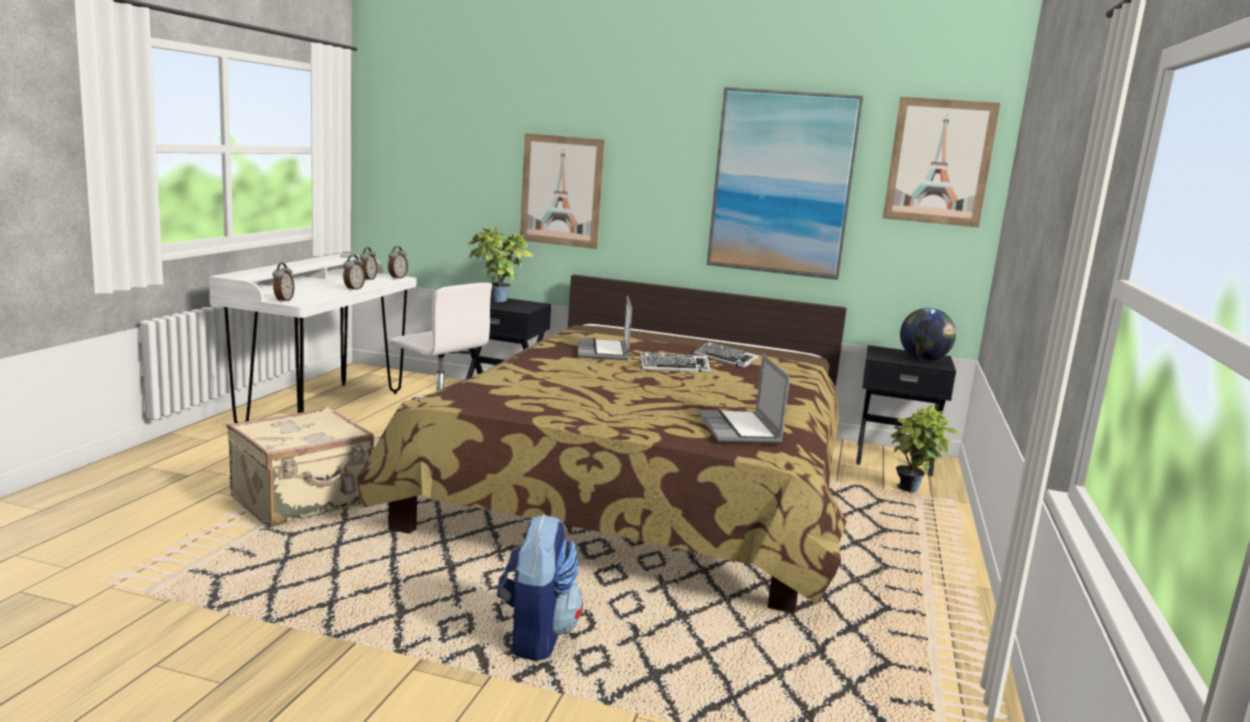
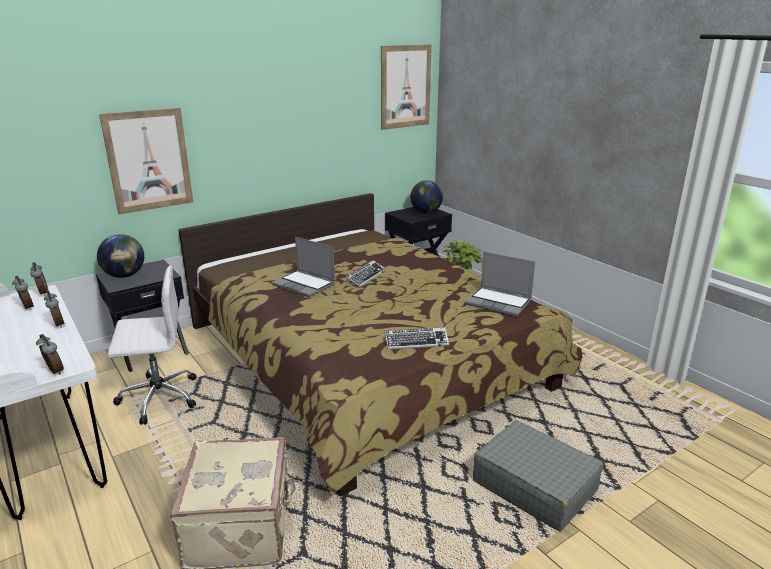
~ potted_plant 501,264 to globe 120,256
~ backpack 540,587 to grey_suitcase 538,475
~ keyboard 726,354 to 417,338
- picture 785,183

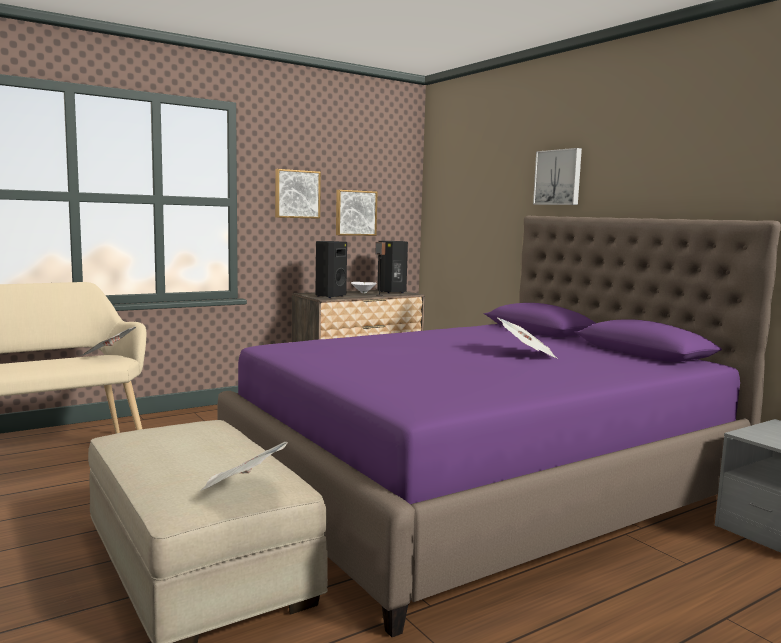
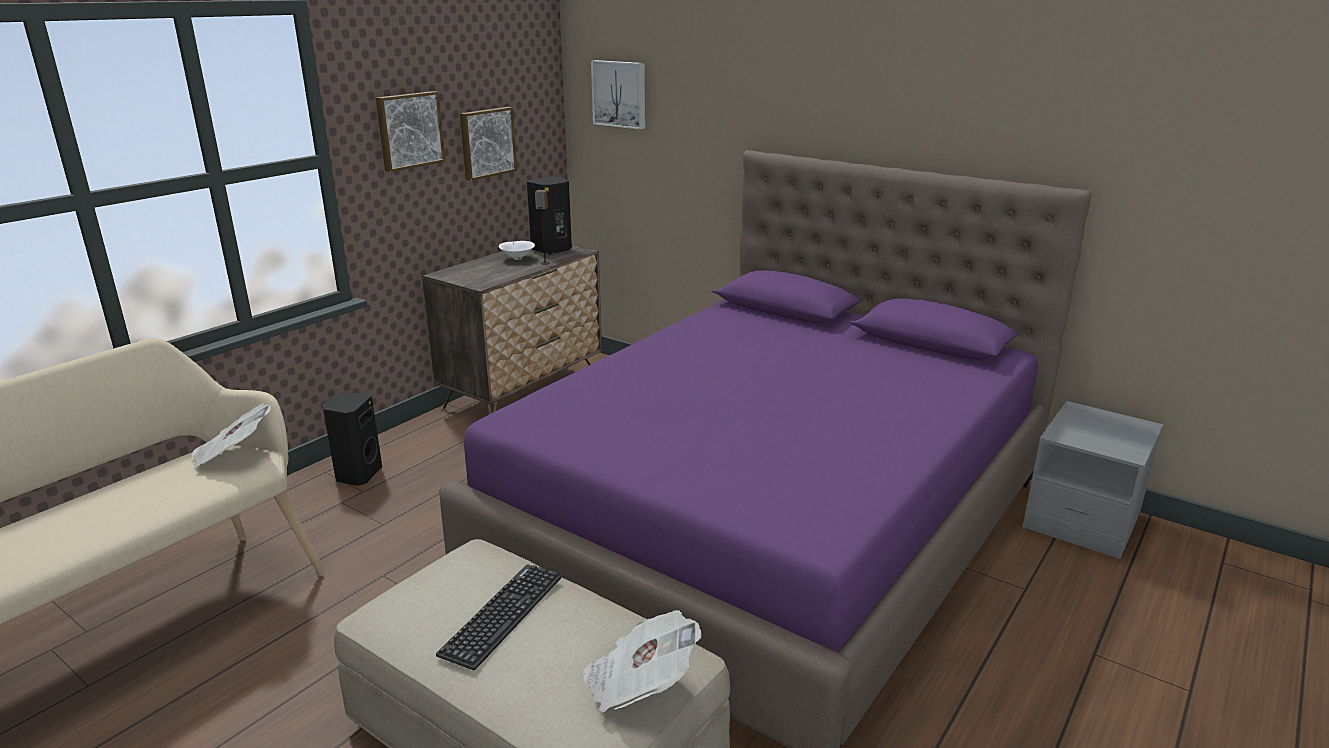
~ black_speaker 331,269 to 352,439
- newspaper 527,338
~ picture 557,176 to 618,95
+ keyboard 499,617

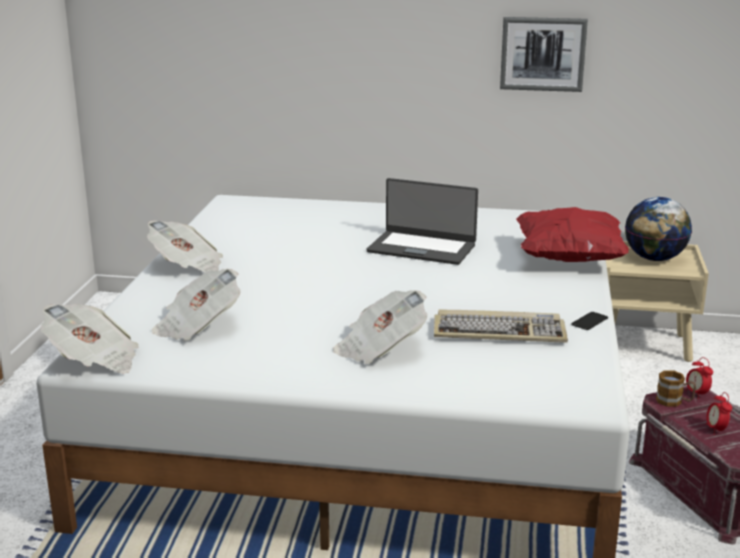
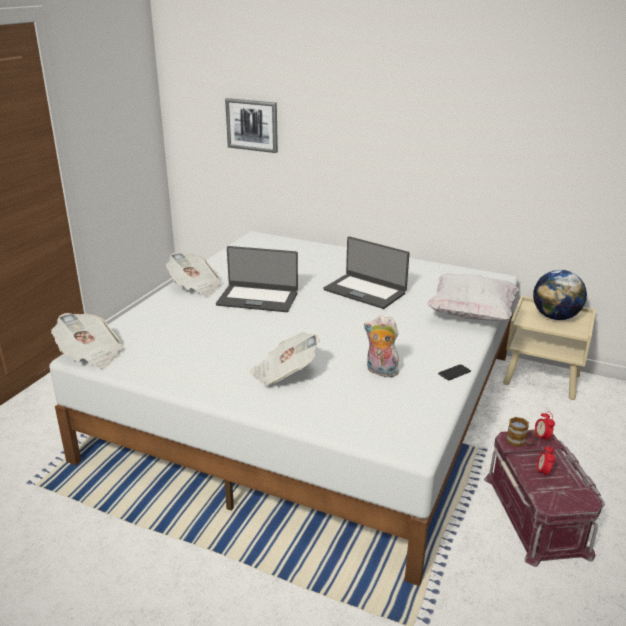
- newspaper 196,305
~ keyboard 501,326 to plush_toy 381,346
~ picture 544,54 to 251,125
~ red_pillow 572,234 to white_pillow 473,297
+ laptop 257,279

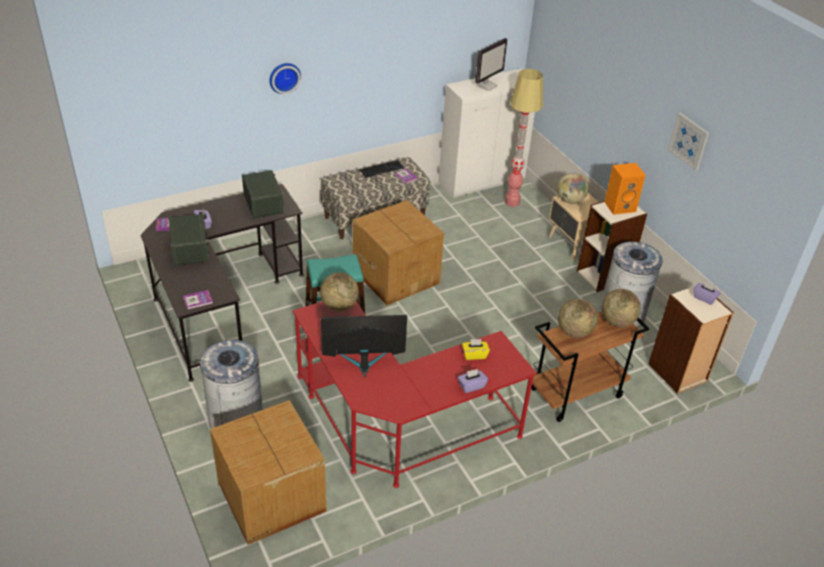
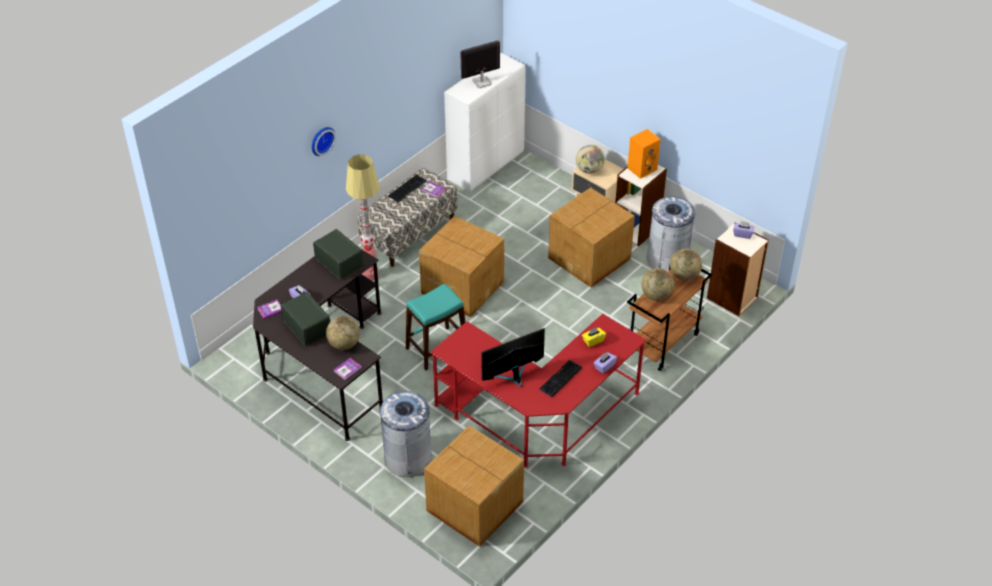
~ globe 339,291 to 343,333
~ monitor 491,64 = 480,64 135 degrees counterclockwise
~ floor_lamp 524,138 to 363,217
- picture 688,142
+ keyboard 561,378
+ cardboard_box 591,238

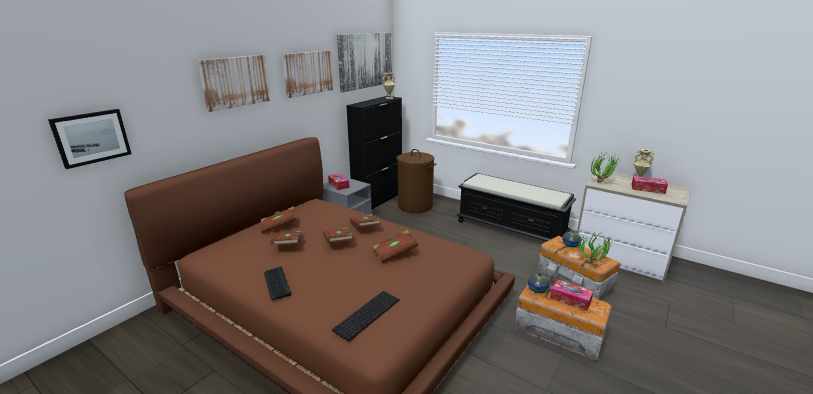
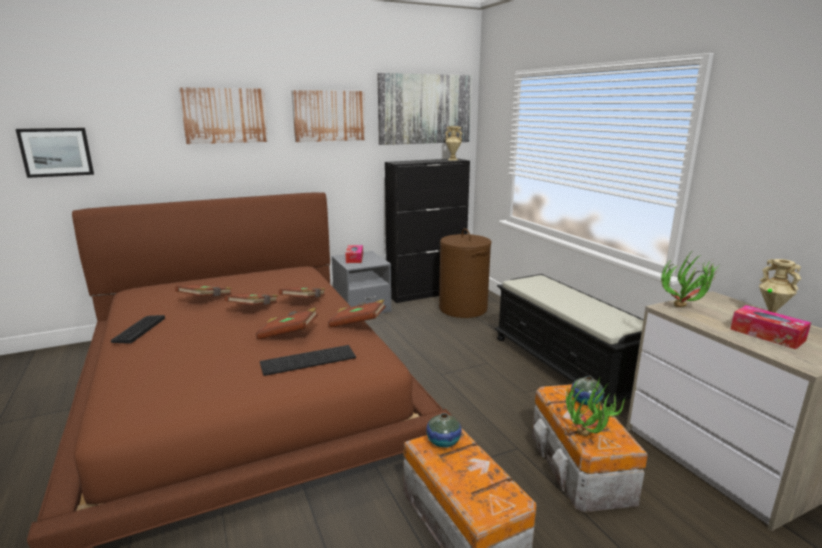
~ brown_book 278,220 to 357,313
~ keyboard 366,316 to 308,360
- tissue_box 571,295

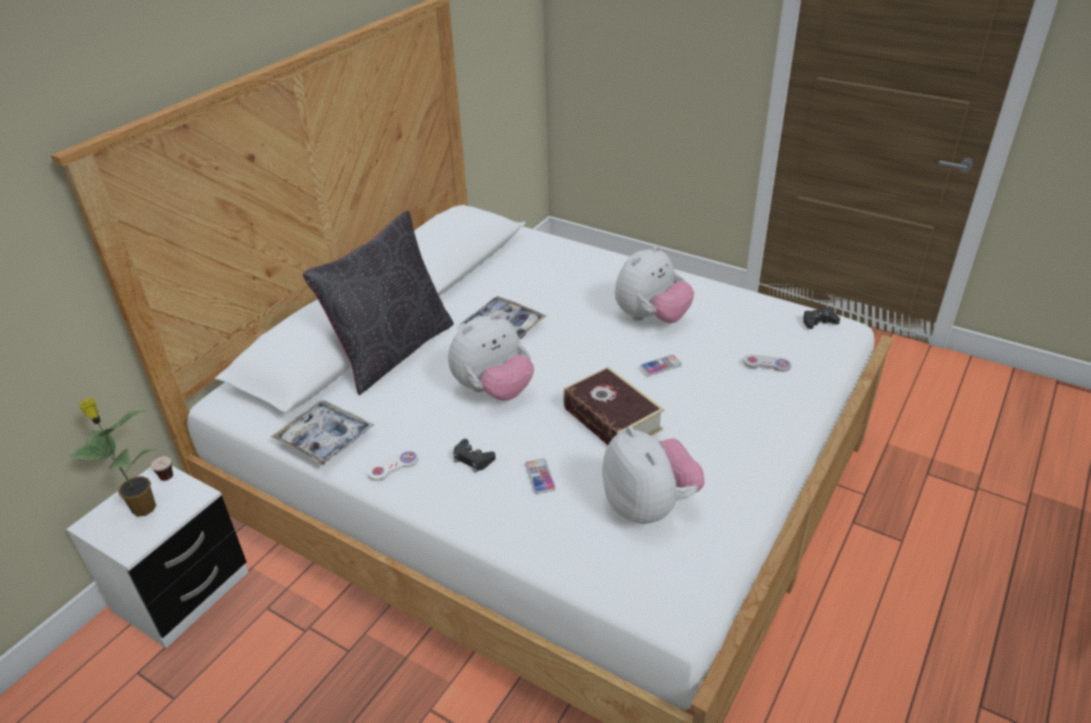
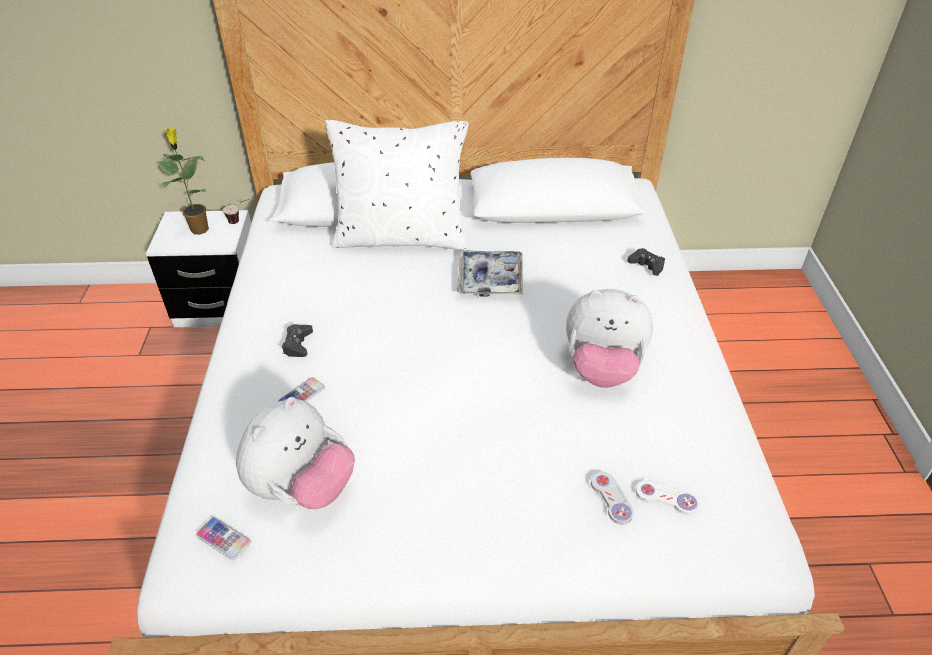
- tray 322,433
~ black_pillow 378,303 to white_pillow 397,185
~ white_game_controller 393,466 to 667,497
- plush_toy 491,356
- book 614,405
~ phone 661,365 to 223,538
~ black_game_controller 821,318 to 646,262

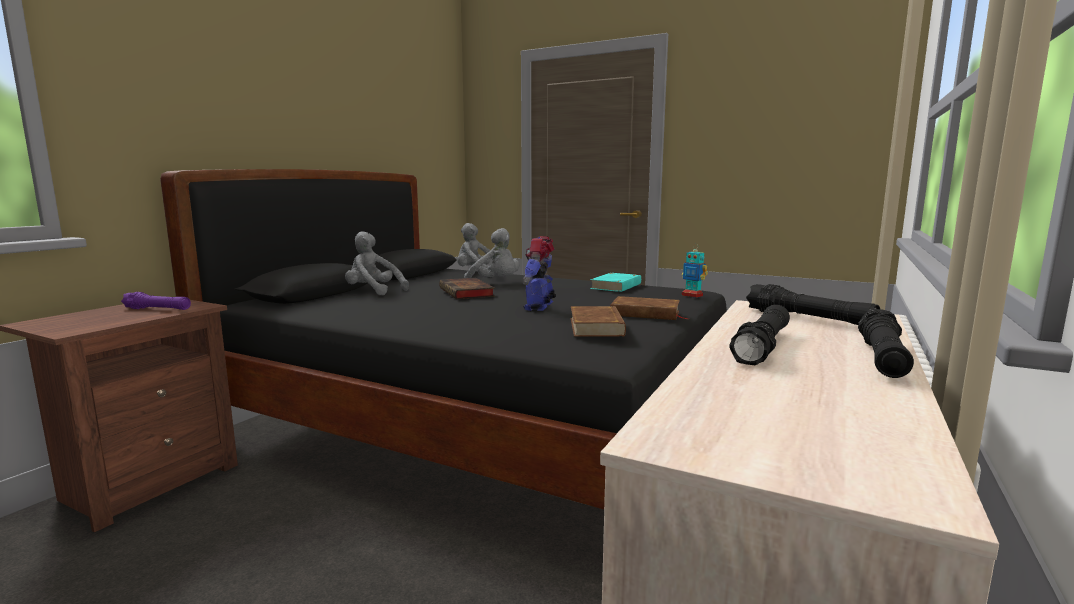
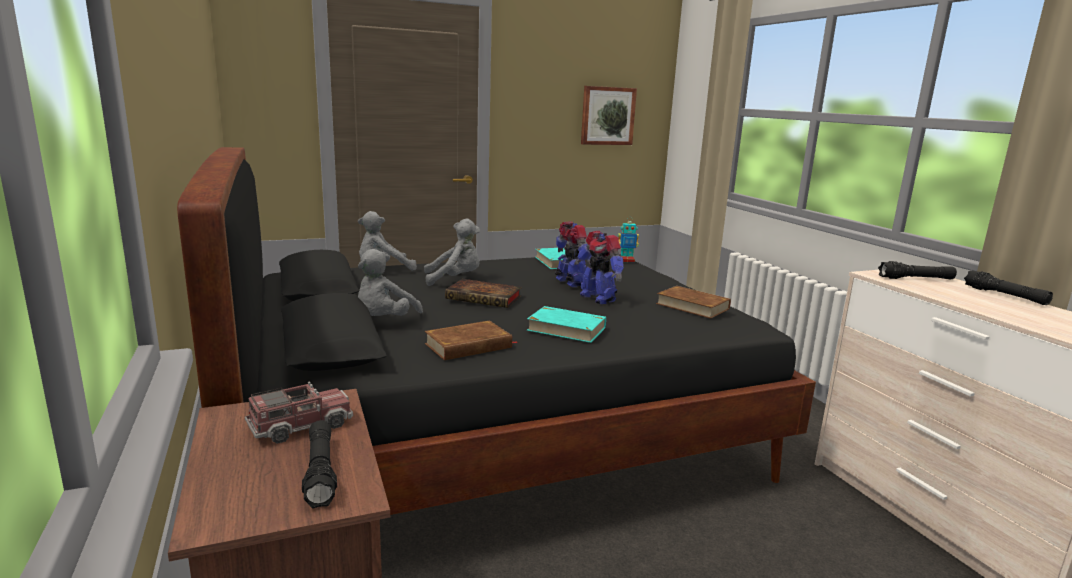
~ purple_flashlight 156,301 to toy_truck 299,413
~ grey_plush_toy 377,263 = 390,282 45 degrees counterclockwise
~ brown_book 649,308 to 471,340
~ black_flashlight 759,335 to 319,464
+ turquoise_book 566,324
+ toy_robot 573,254
+ picture 609,115

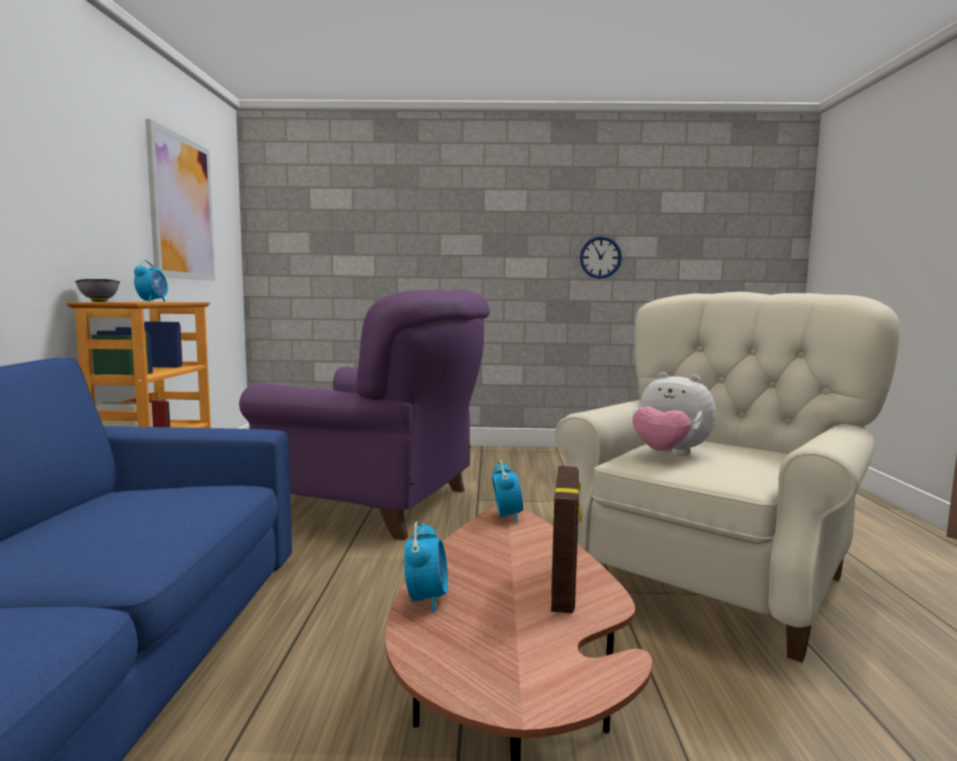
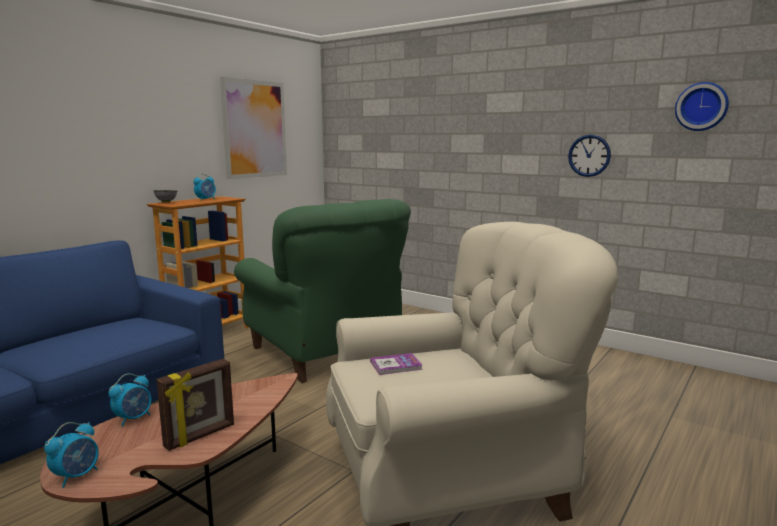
~ purple_armchair 364,414 to green_armchair 322,291
~ alarm_clock 507,491 to 71,455
~ plush_toy 674,413 to book 396,364
+ wall_clock 702,106

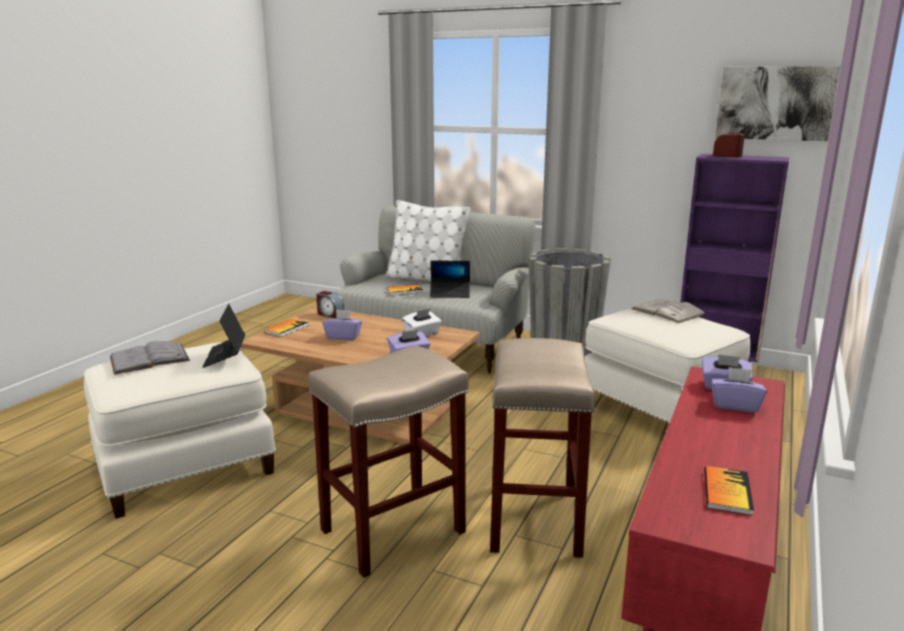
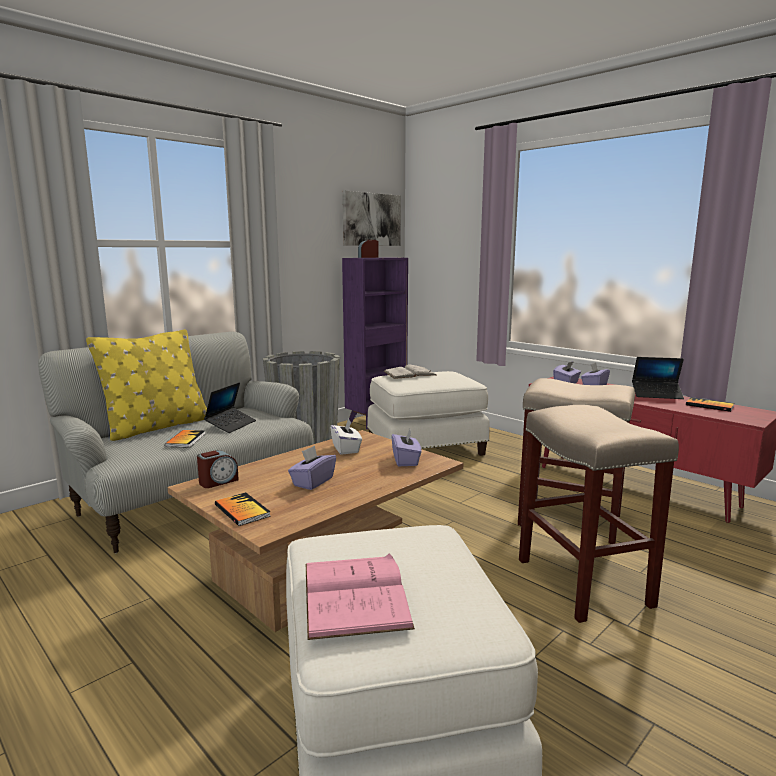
~ grey_book 150,358 to pink_book 360,596
~ laptop 224,336 to 658,378
~ white_pillow 427,240 to yellow_pillow 146,385

